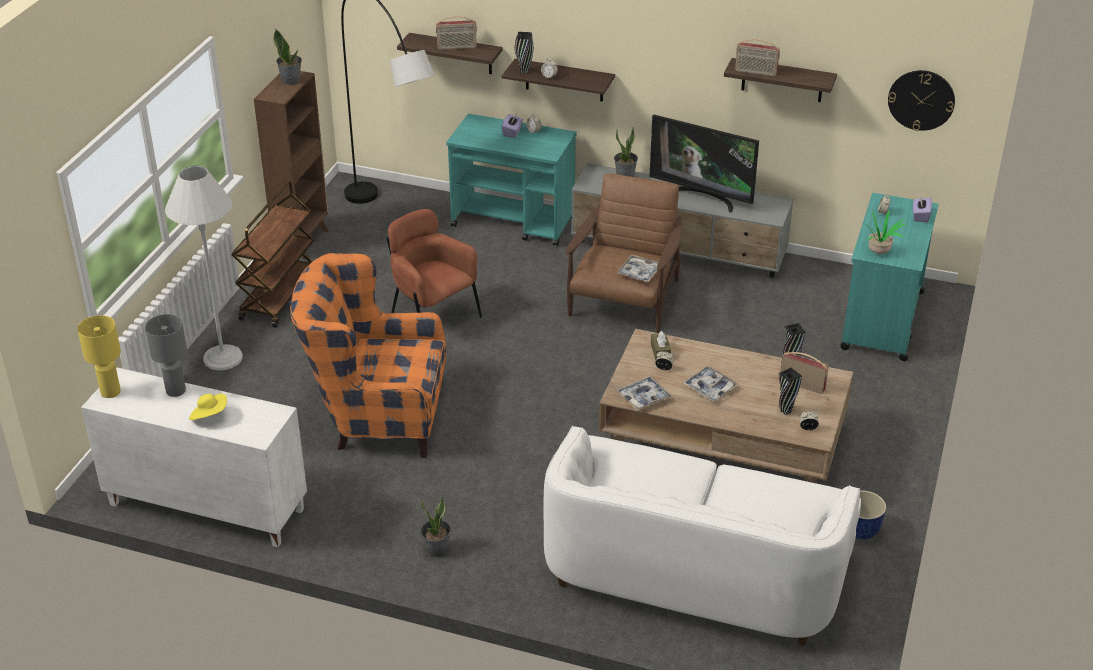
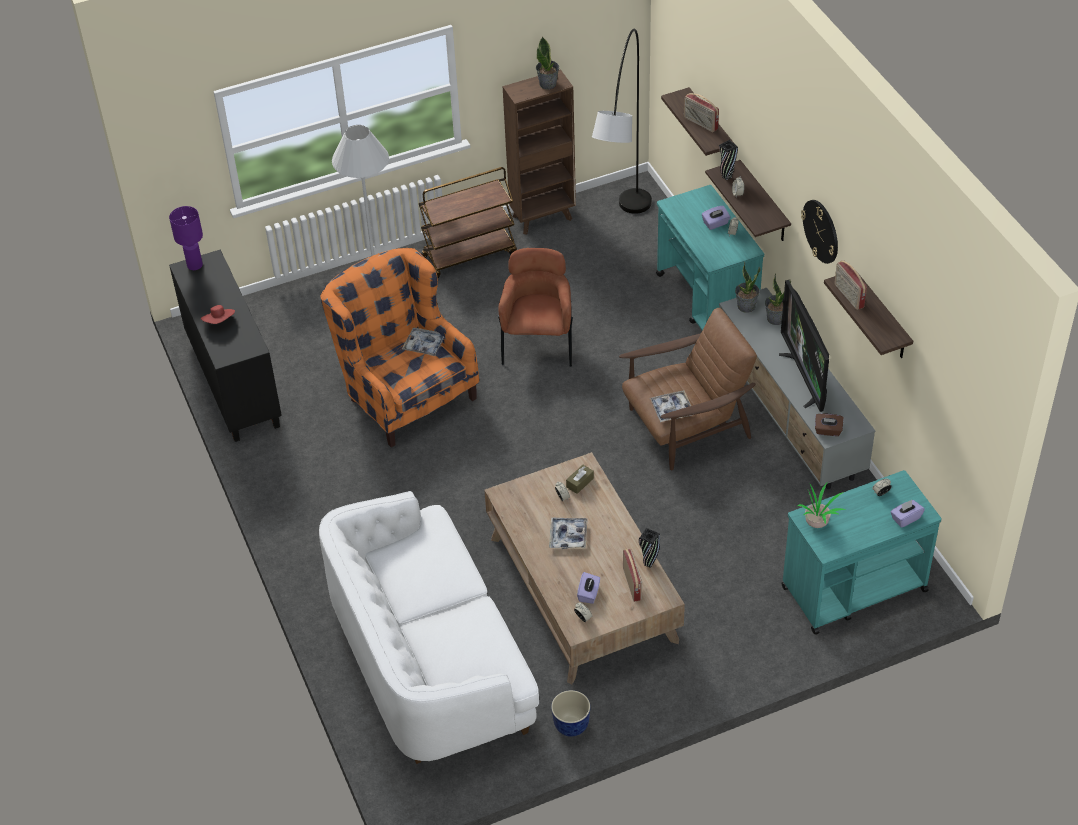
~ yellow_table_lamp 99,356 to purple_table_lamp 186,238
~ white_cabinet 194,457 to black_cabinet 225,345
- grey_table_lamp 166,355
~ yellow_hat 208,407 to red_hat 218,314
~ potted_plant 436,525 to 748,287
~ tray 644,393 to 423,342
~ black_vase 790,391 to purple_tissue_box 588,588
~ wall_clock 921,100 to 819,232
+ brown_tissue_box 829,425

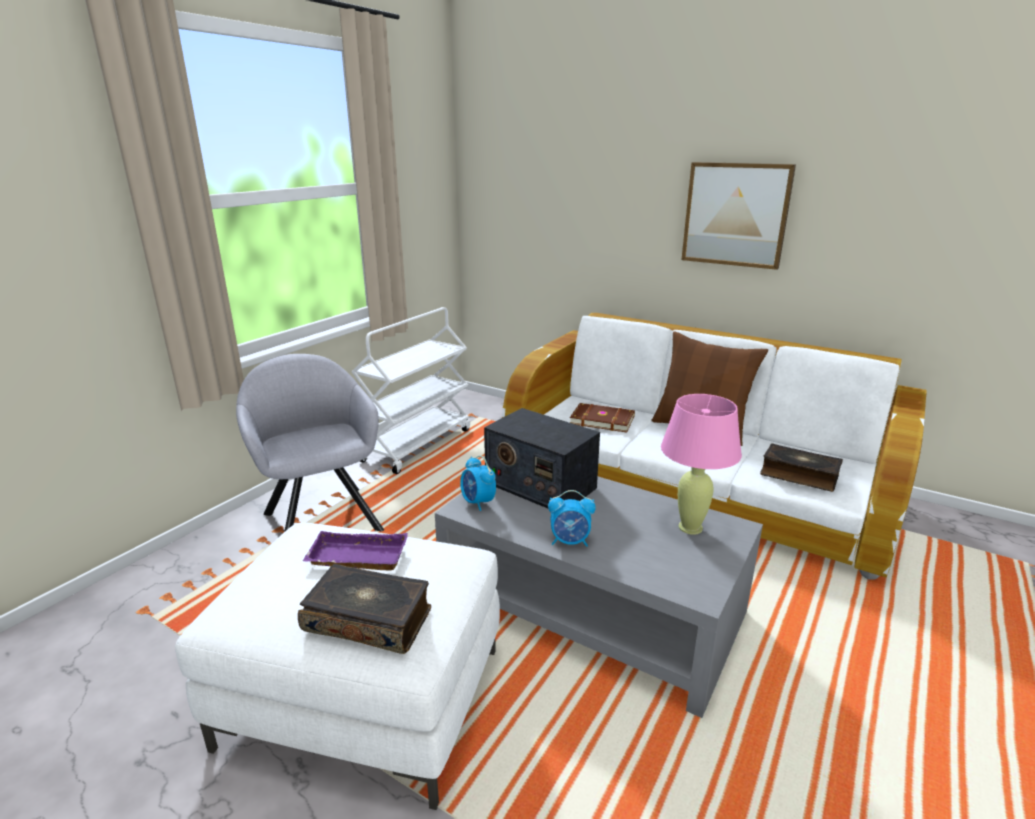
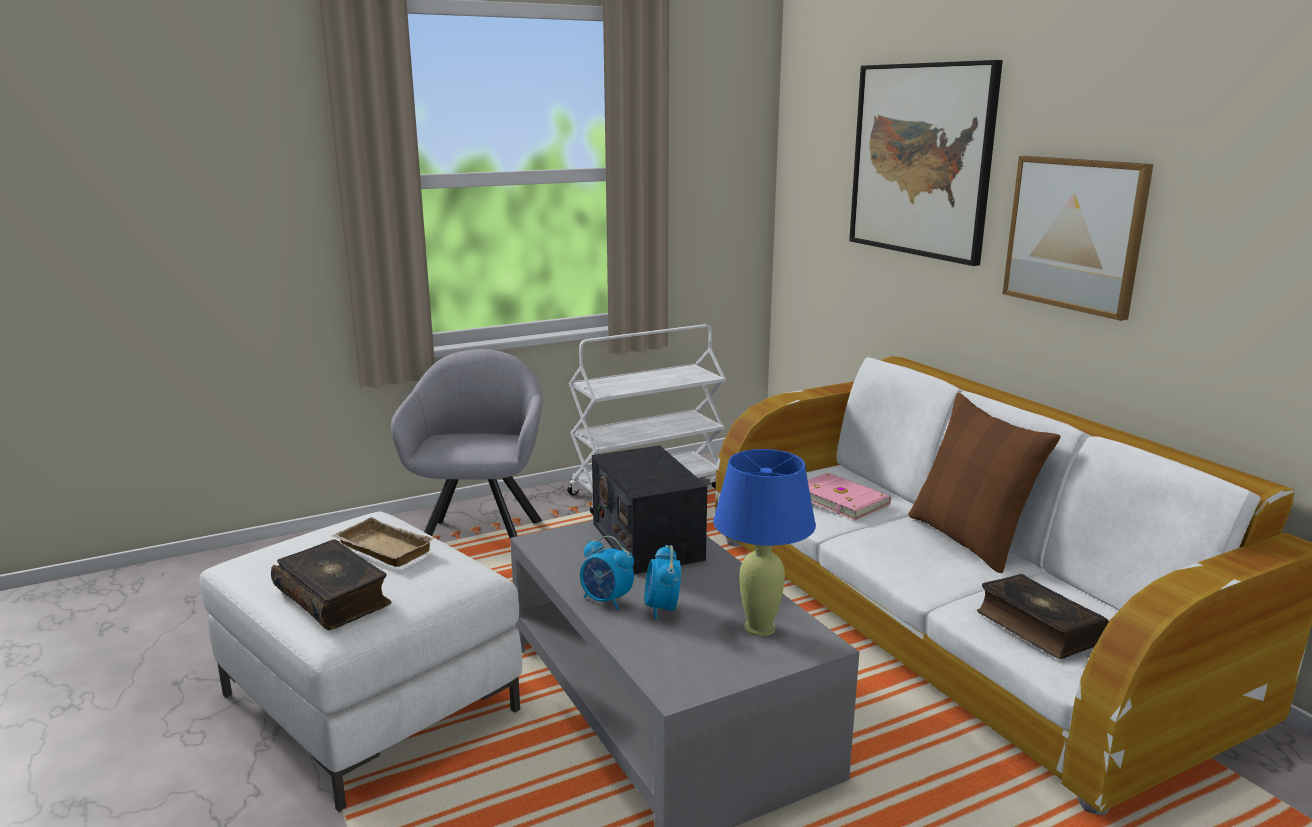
~ purple_tray 355,551 to beige_tray 383,542
~ alarm_clock 478,483 to 663,582
~ brown_book 602,418 to pink_book 849,496
~ pink_table_lamp 701,464 to blue_table_lamp 764,542
+ picture 926,163

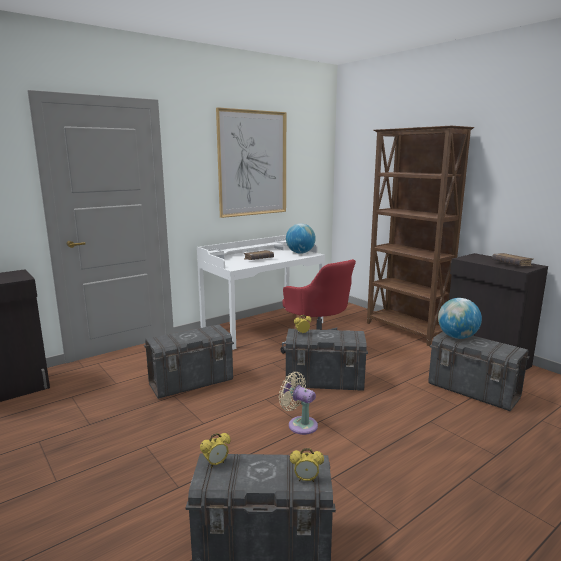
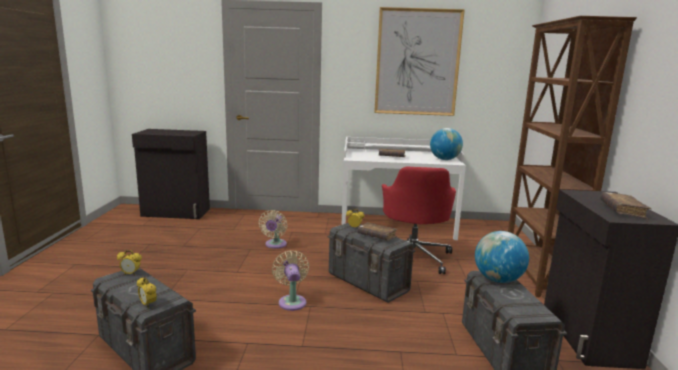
~ grey_storage_box 189,362 to beige_fan 273,229
+ brown_book 377,231

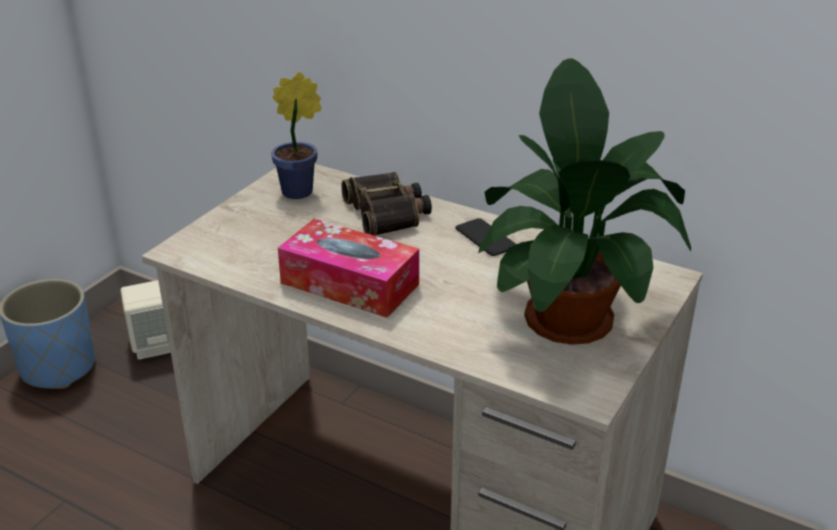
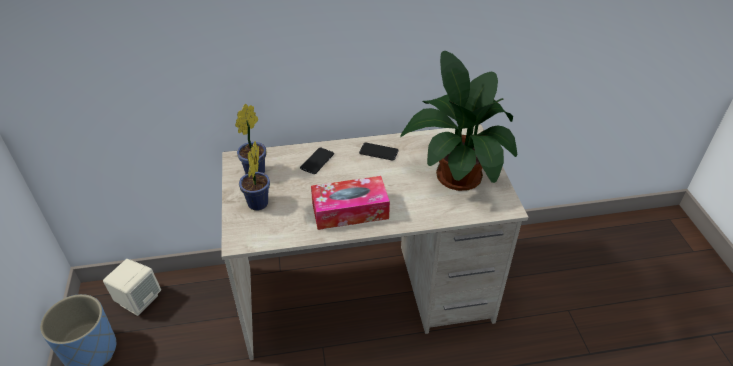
~ binoculars 386,204 to phone 317,161
+ potted_plant 254,175

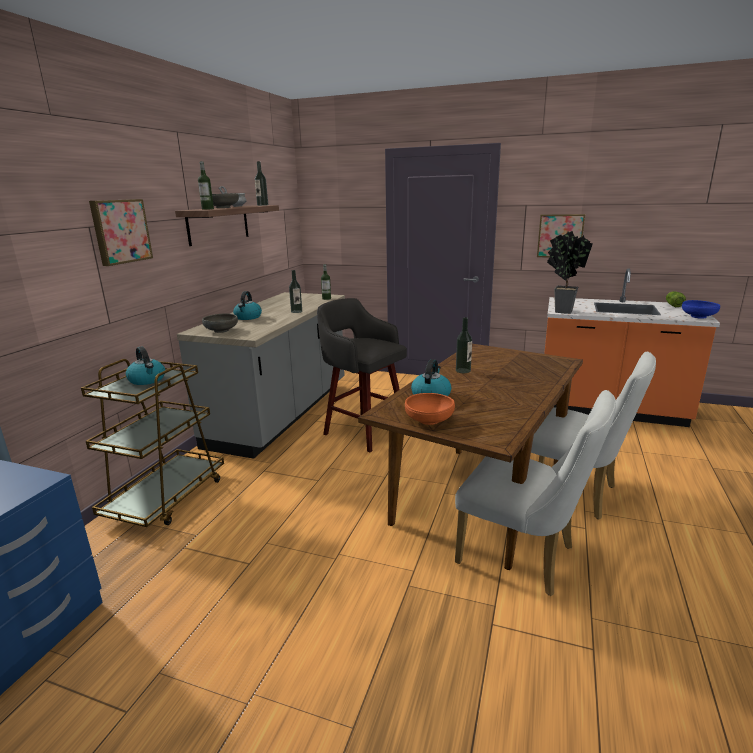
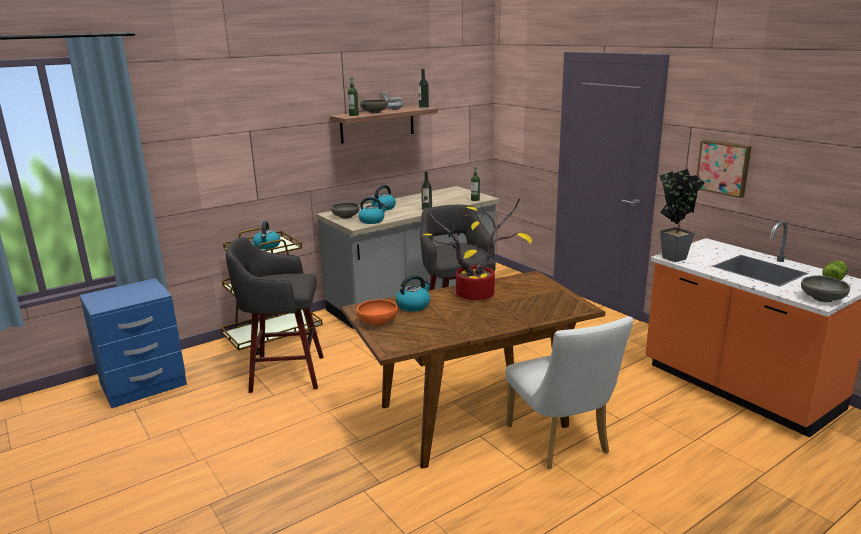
- picture 121,232
- white_chair 535,493
~ bottle 464,345 to potted_plant 476,249
~ blue_bowl 701,309 to grey_bowl 825,288
+ grey_stool 275,315
+ kettle 373,210

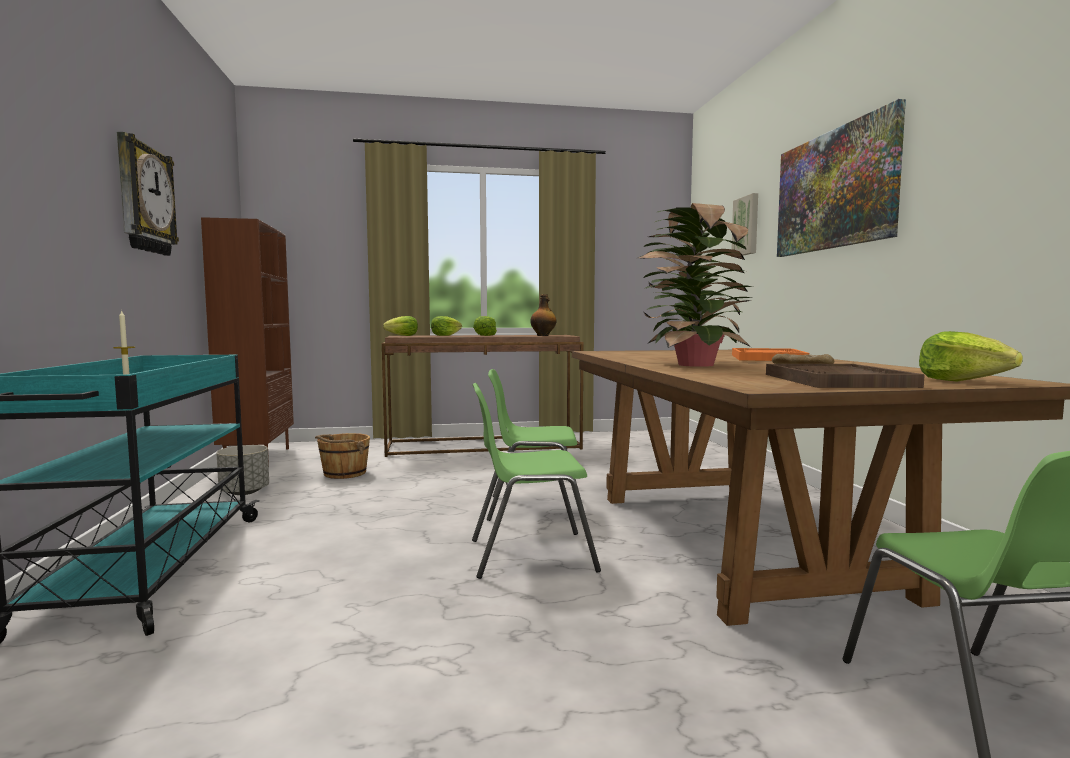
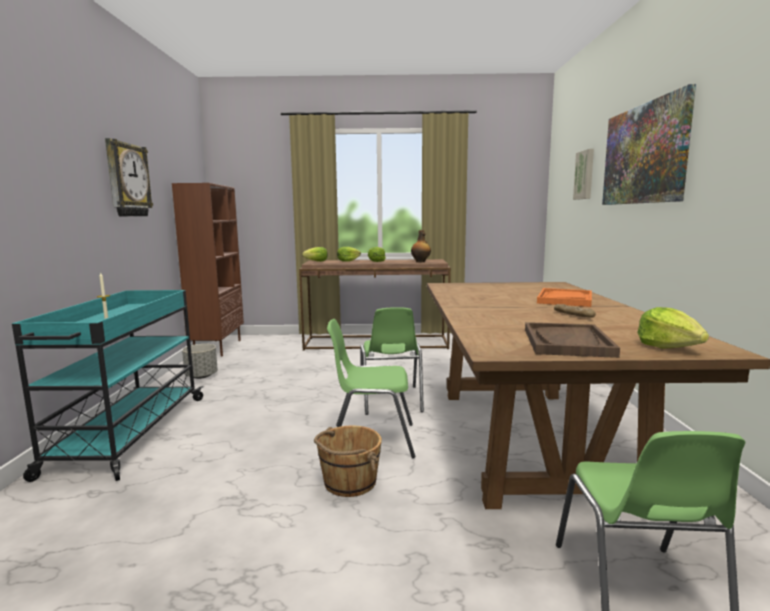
~ brown_bucket 342,456 to 348,461
~ green_chair 532,445 = 392,361 105 degrees counterclockwise
- potted_plant 695,285

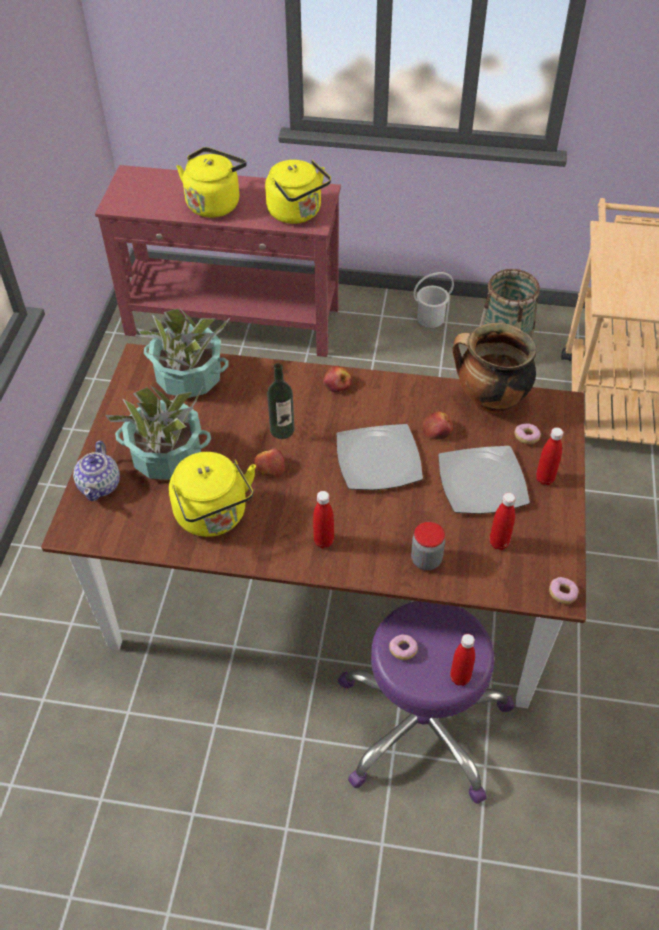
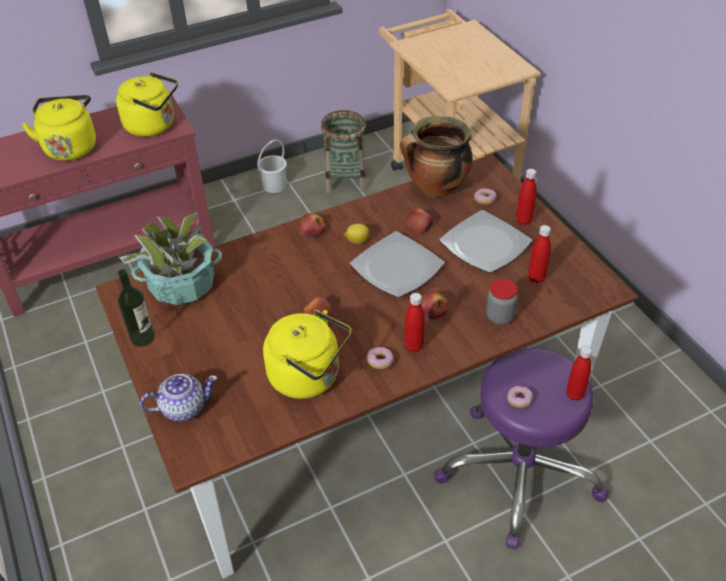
~ teapot 96,471 = 178,398 75 degrees counterclockwise
- potted_plant 158,433
~ bottle 281,401 to 136,308
~ donut 564,590 to 380,358
+ lemon 357,234
+ apple 434,305

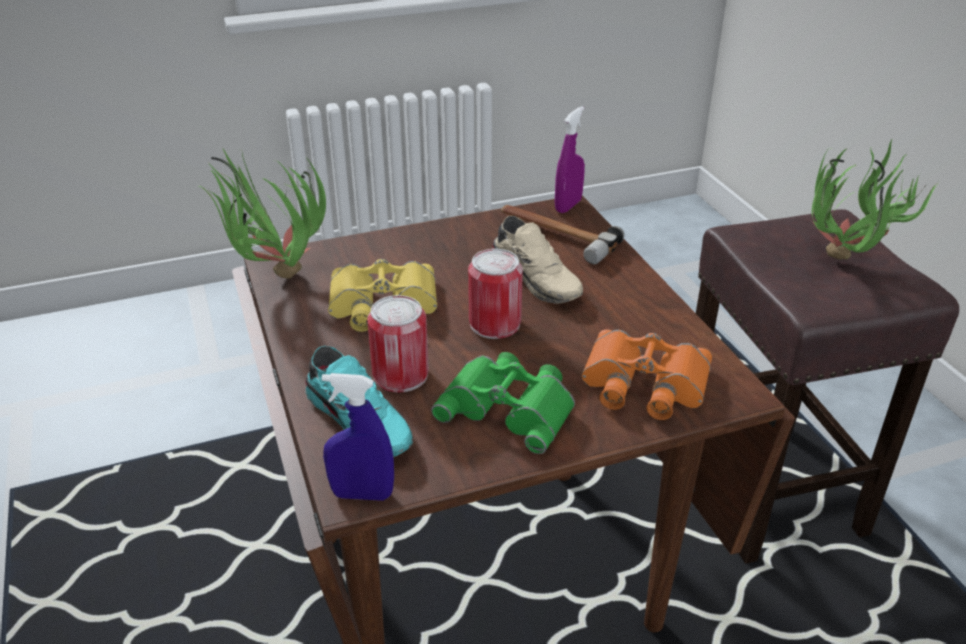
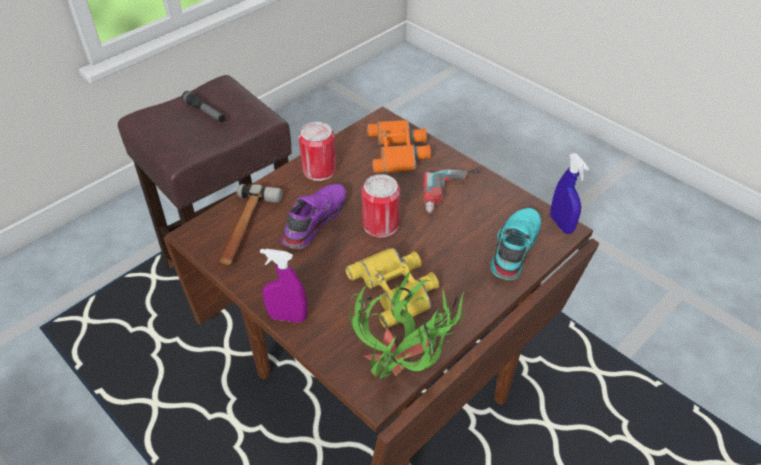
~ can 398,344 to 317,151
~ green_binoculars 503,403 to power_drill 454,190
~ beige_shoe 537,260 to purple_shoe 314,216
~ purple_spray_bottle 570,159 to 284,286
~ potted_plant 875,199 to flashlight 203,106

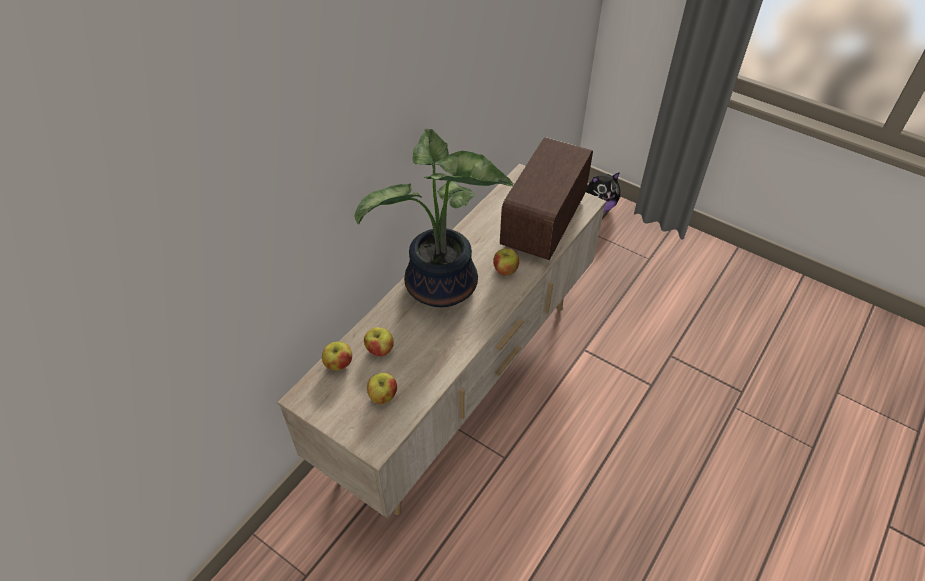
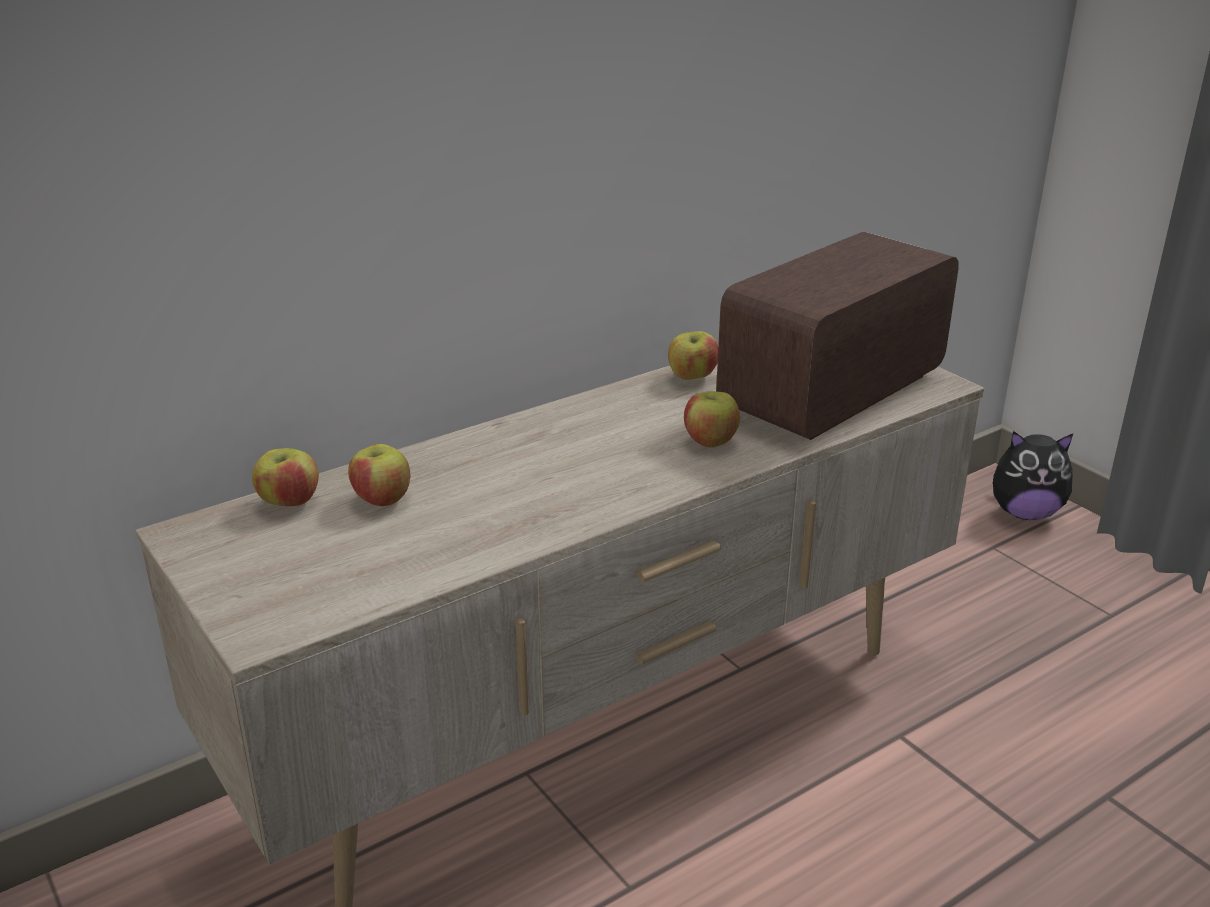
- potted_plant 434,218
~ apple 382,388 to 693,355

